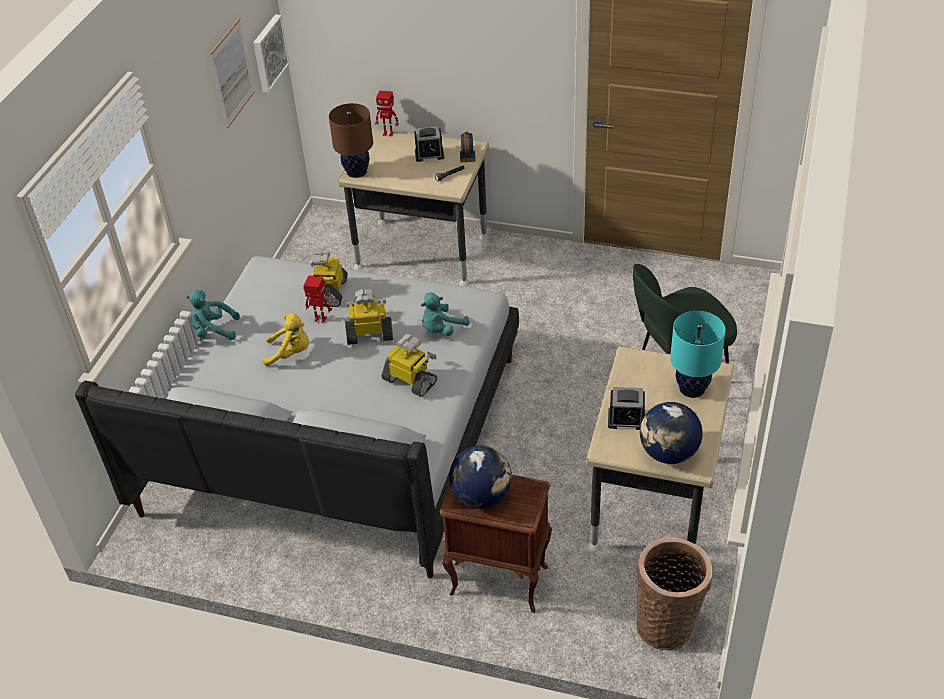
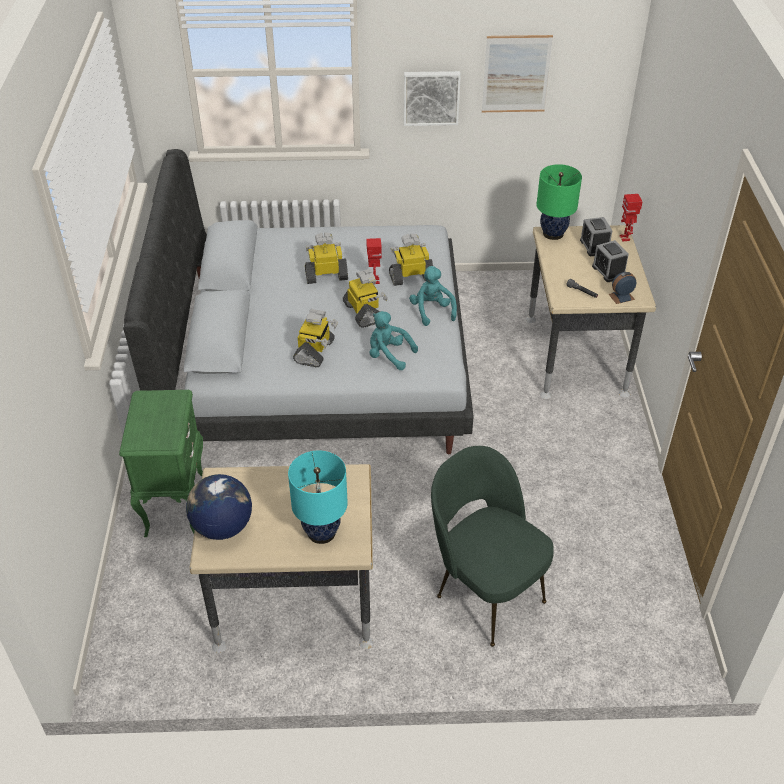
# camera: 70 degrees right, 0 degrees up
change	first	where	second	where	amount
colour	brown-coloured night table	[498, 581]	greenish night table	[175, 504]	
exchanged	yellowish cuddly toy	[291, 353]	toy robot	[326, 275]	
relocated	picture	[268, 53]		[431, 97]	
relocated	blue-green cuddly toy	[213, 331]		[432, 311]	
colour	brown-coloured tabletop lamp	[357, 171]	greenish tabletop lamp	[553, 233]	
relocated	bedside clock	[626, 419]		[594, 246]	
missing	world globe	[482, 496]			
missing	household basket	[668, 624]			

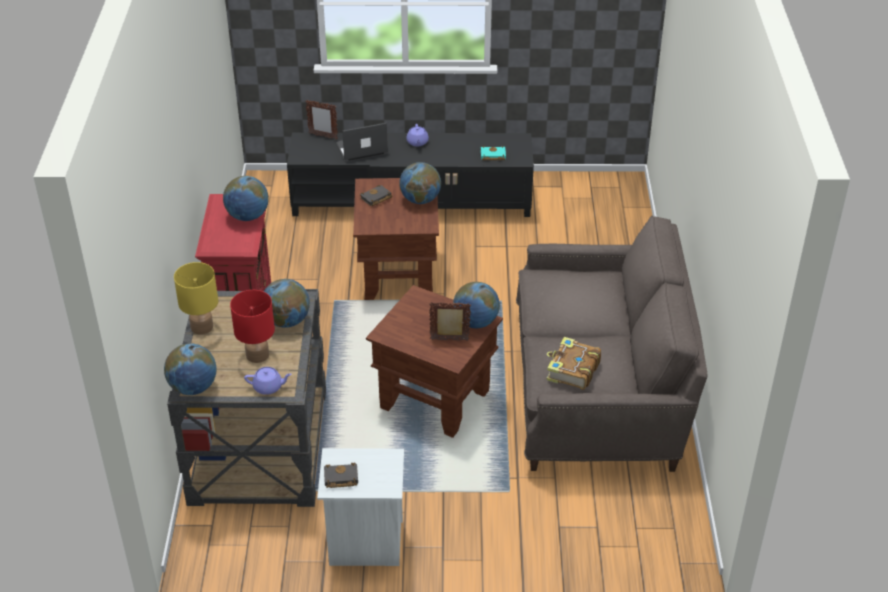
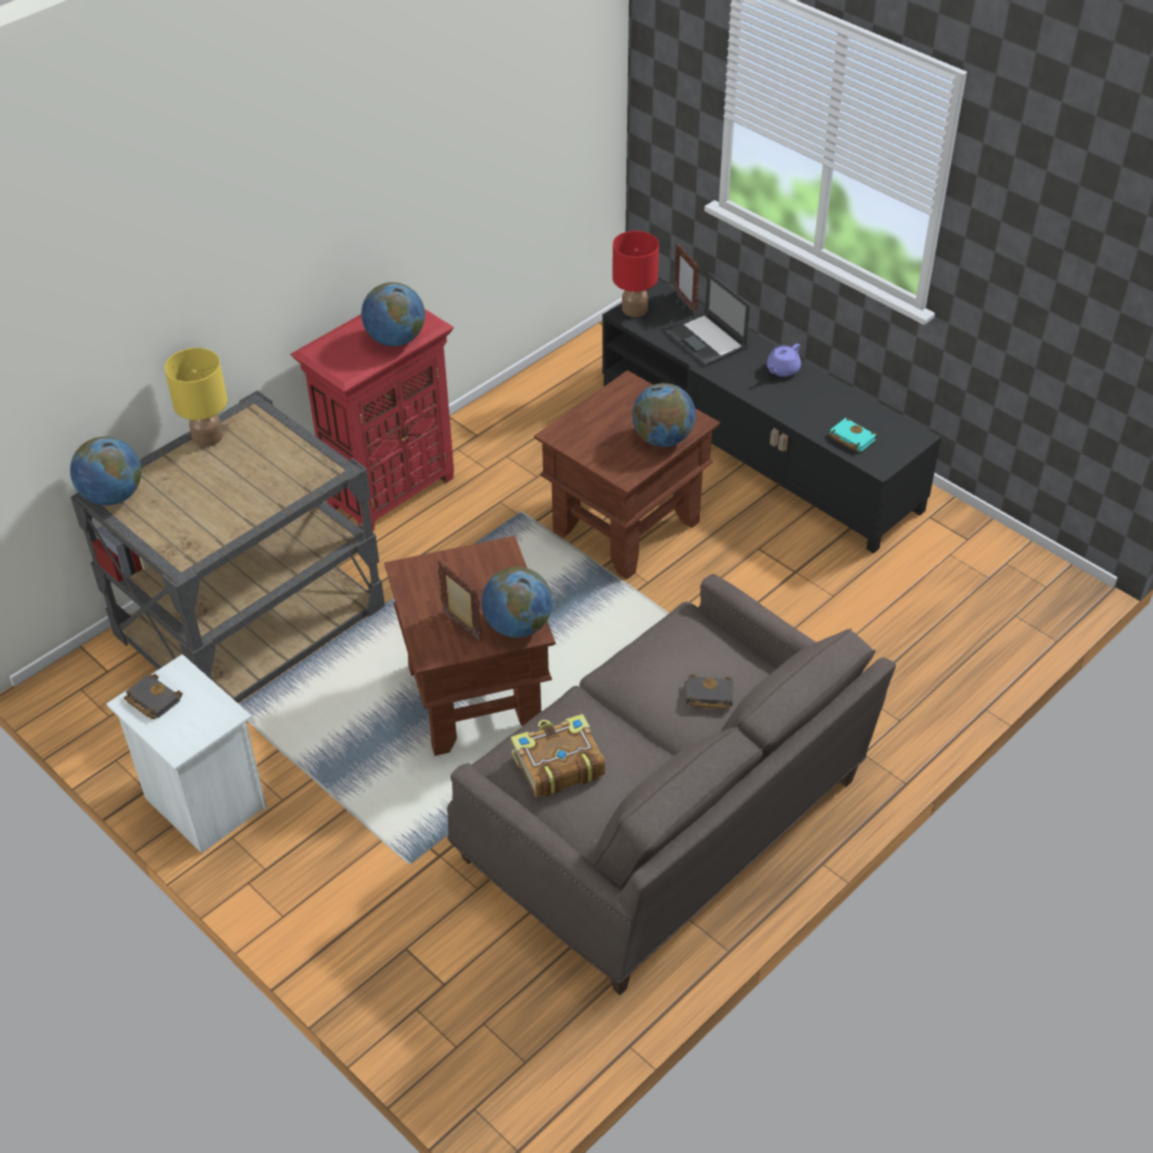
# camera: 45 degrees right, 5 degrees up
change	first	where	second	where	amount
relocated	reddish tabletop lamp	[257, 355]		[634, 310]	
spun	portable computer	[360, 148]		[707, 341]	150 degrees counterclockwise
relocated	black-coloured book	[376, 198]		[708, 696]	
missing	purple-coloured teapot	[268, 387]			
missing	world globe	[287, 321]			

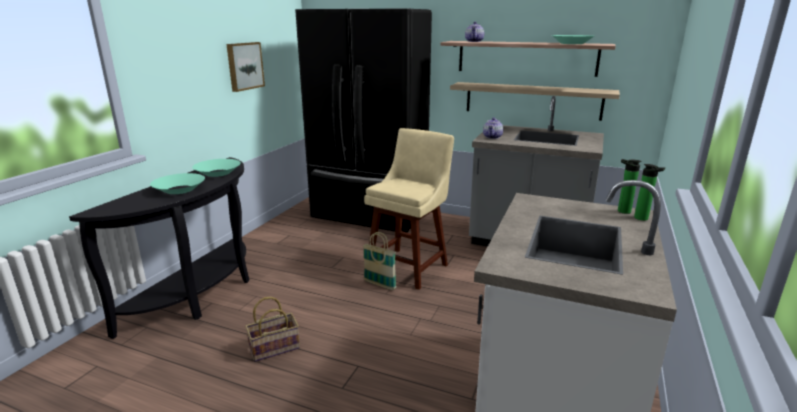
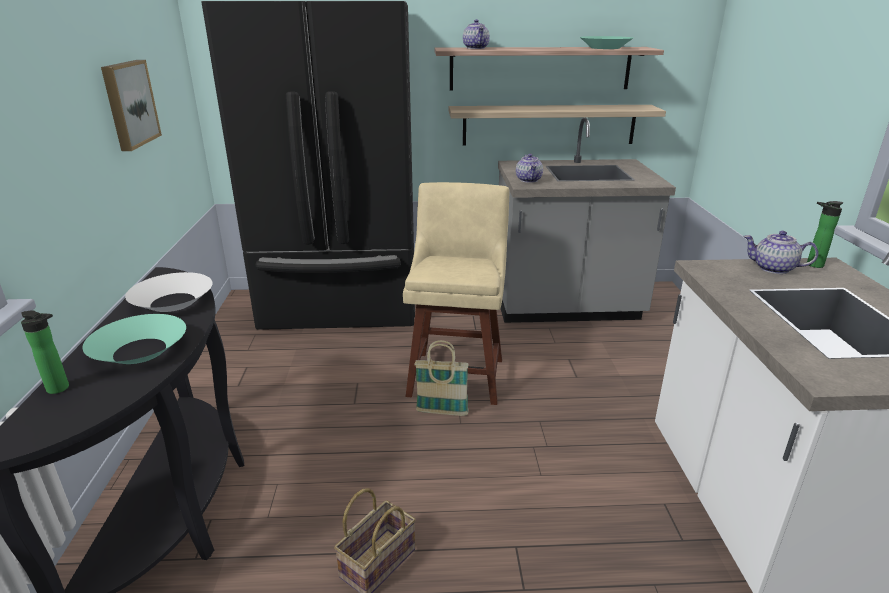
# camera: 25 degrees left, 5 degrees up
change	first	where	second	where	amount
relocated	drink bottle	[643, 218]		[60, 389]	
colour	blue-green bowl	[217, 173]	white-coloured bowl	[172, 302]	
appeared			teapot	[773, 268]	

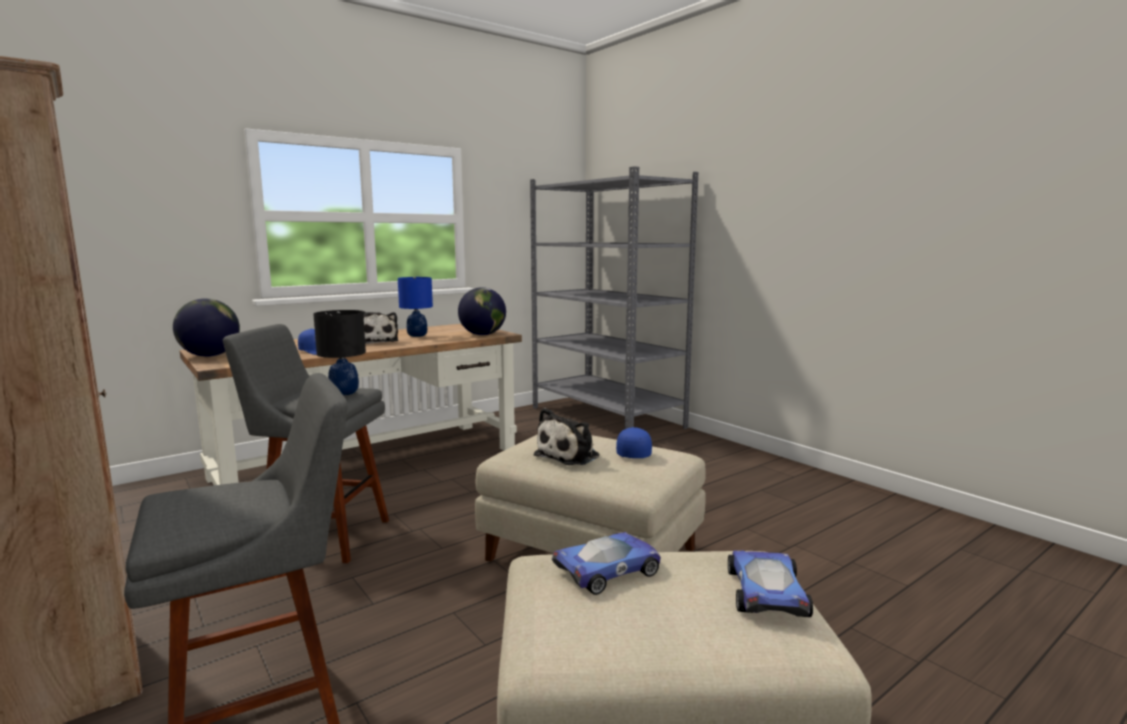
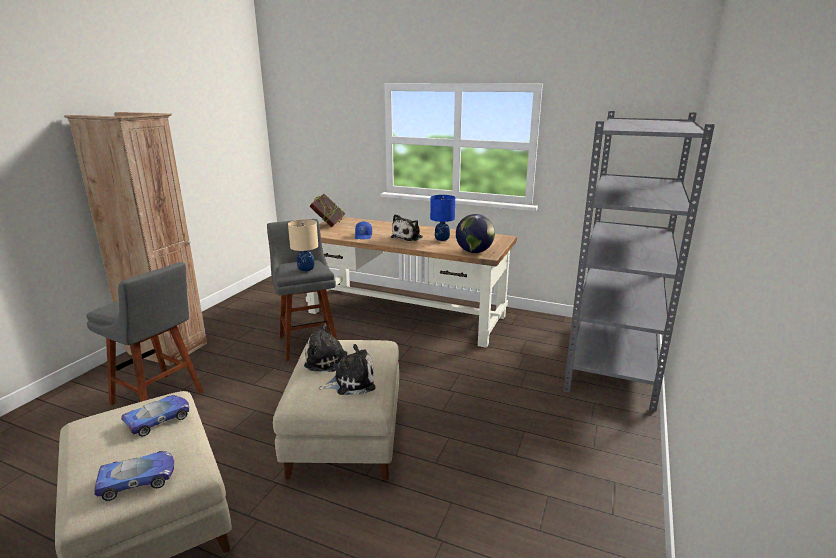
# camera: 60 degrees right, 10 degrees up
change	first	where	second	where	amount
spun	model car	[608, 570]		[159, 419]	75 degrees counterclockwise
colour	black-coloured tabletop lamp	[345, 393]	beige tabletop lamp	[306, 270]	
exchanged	world globe	[210, 356]	book	[328, 224]	
exchanged	blue-coloured cap	[633, 453]	cuddly toy	[351, 382]	

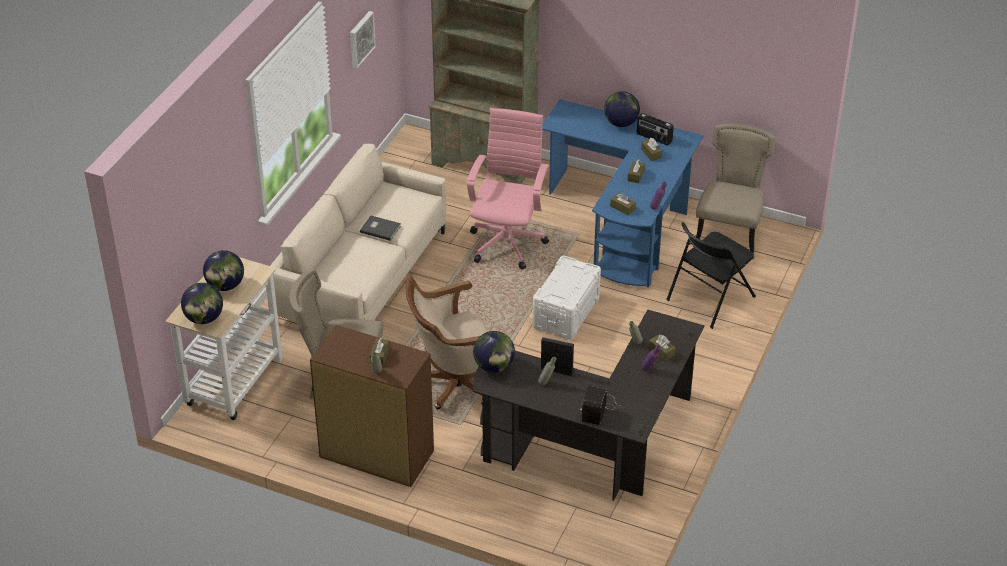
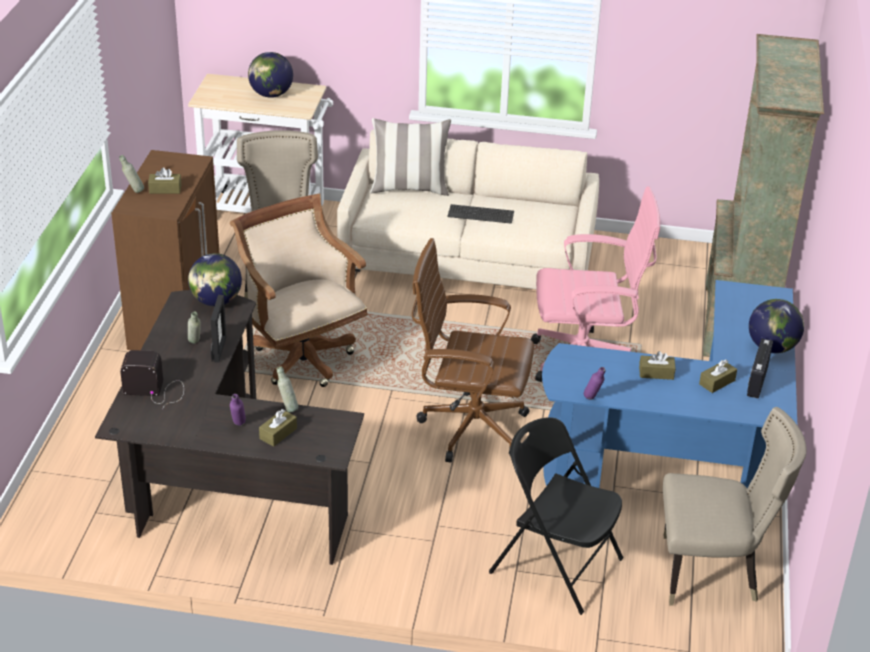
# camera: 75 degrees right, 5 degrees down
change	first	where	second	where	amount
appeared			cushion	[409, 188]	
exchanged	white-coloured storage bin	[565, 312]	brown-coloured office chair	[468, 428]	
exchanged	grey book	[380, 228]	PC keyboard	[480, 214]	
missing	world globe	[204, 318]			
missing	picture	[360, 39]			
missing	brown-coloured tissue box	[622, 208]			

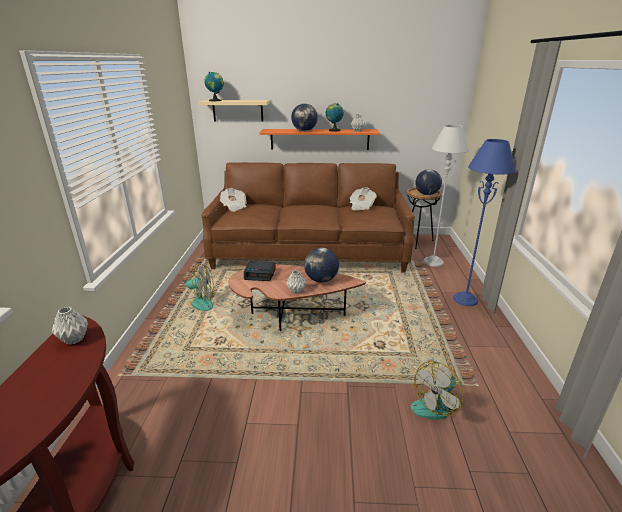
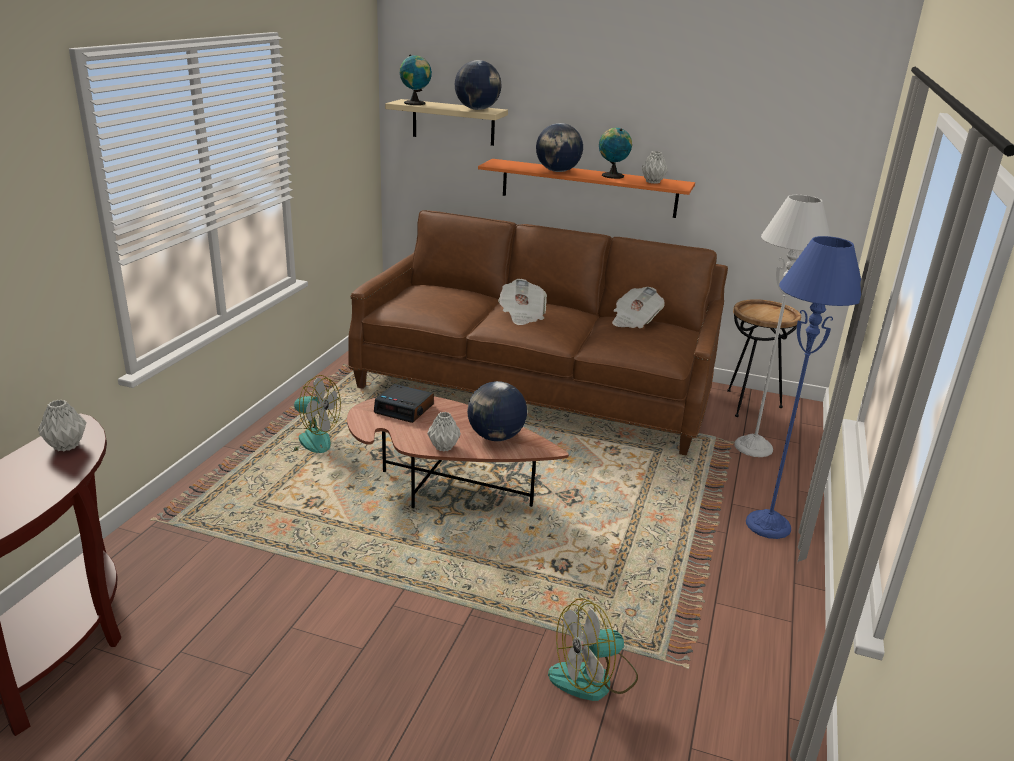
# camera: 15 degrees right, 0 degrees up
change	first	where	second	where	amount
relocated	world globe	[426, 194]		[477, 109]	
relocated	newspaper	[234, 207]		[522, 315]	

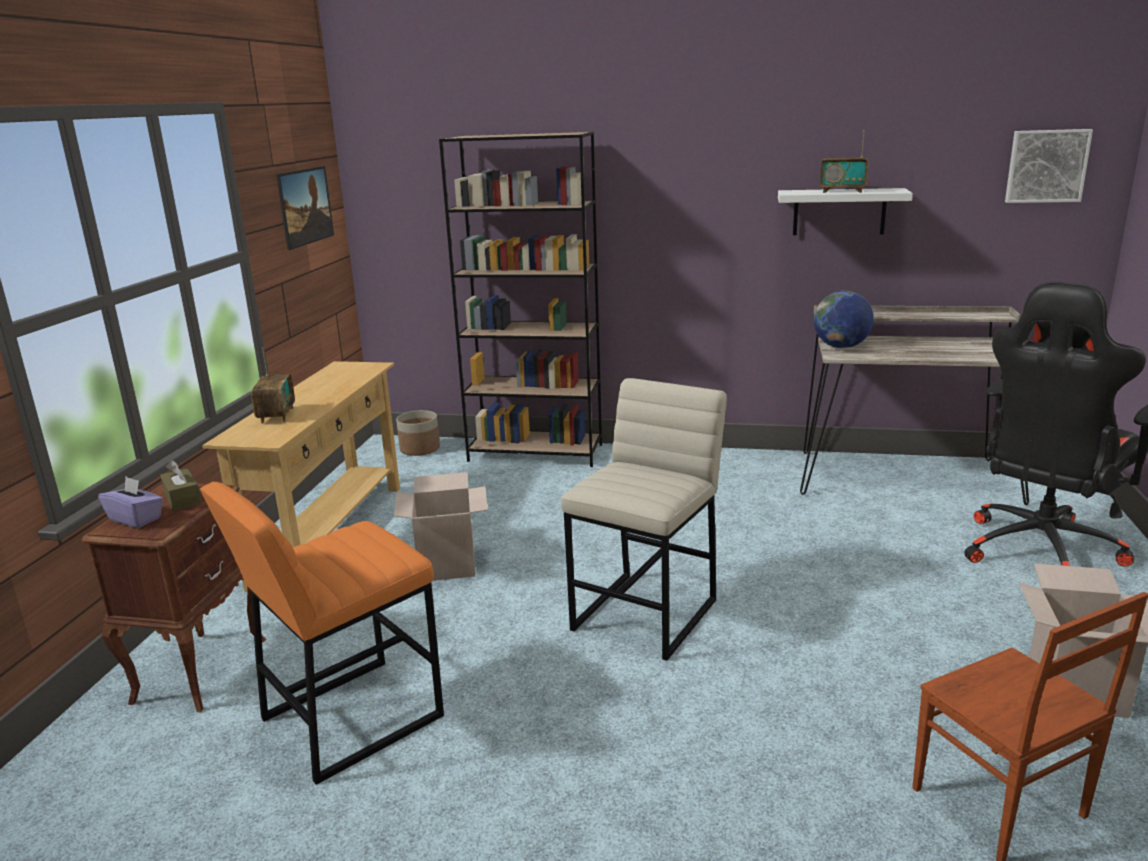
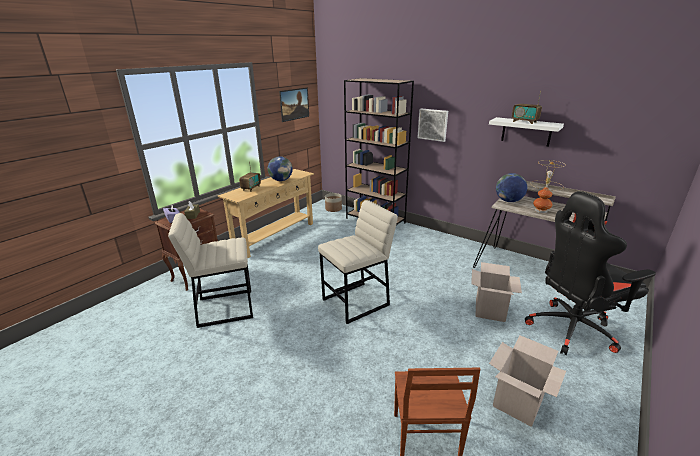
# camera: 25 degrees right, 5 degrees up
change	first	where	second	where	amount
colour	orange upright chair	[348, 719]	beige upright chair	[223, 308]	
appeared			world globe	[281, 180]	
relocated	picture	[1046, 166]		[433, 124]	
relocated	cardboard box	[447, 564]		[490, 310]	
appeared			tabletop lamp	[541, 210]	

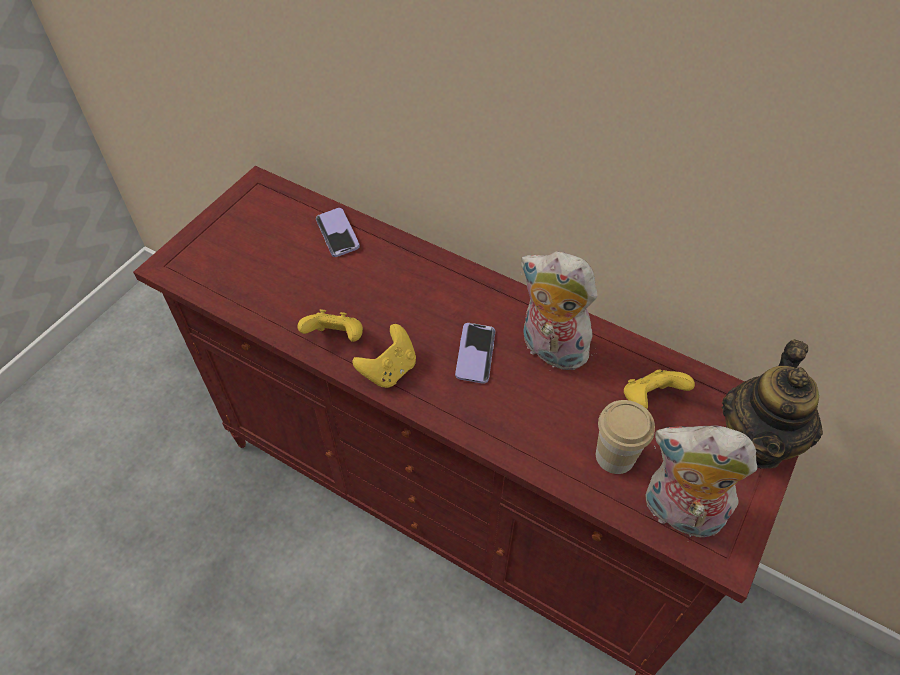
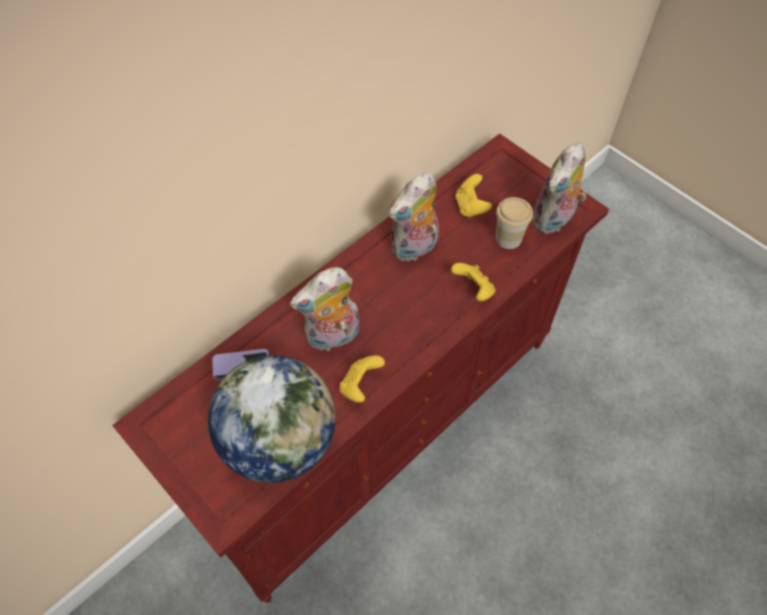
# camera: 75 degrees left, 5 degrees up
change	first	where	second	where	amount
appeared			world globe	[280, 441]	
appeared			cuddly toy	[332, 337]	
relocated	yellowish joypad	[389, 370]		[473, 290]	
missing	handset	[475, 354]			
missing	teapot	[756, 440]			

